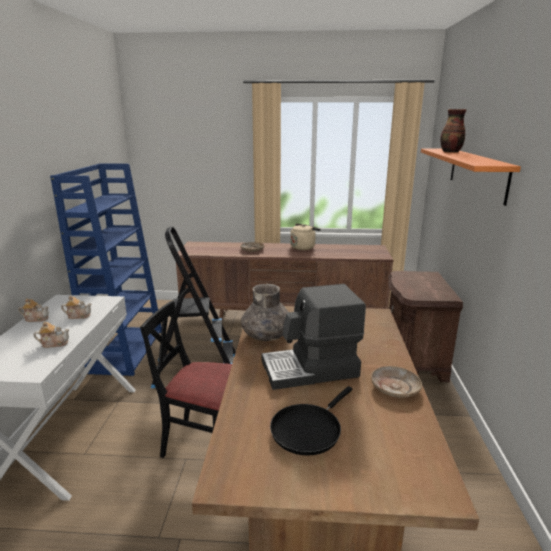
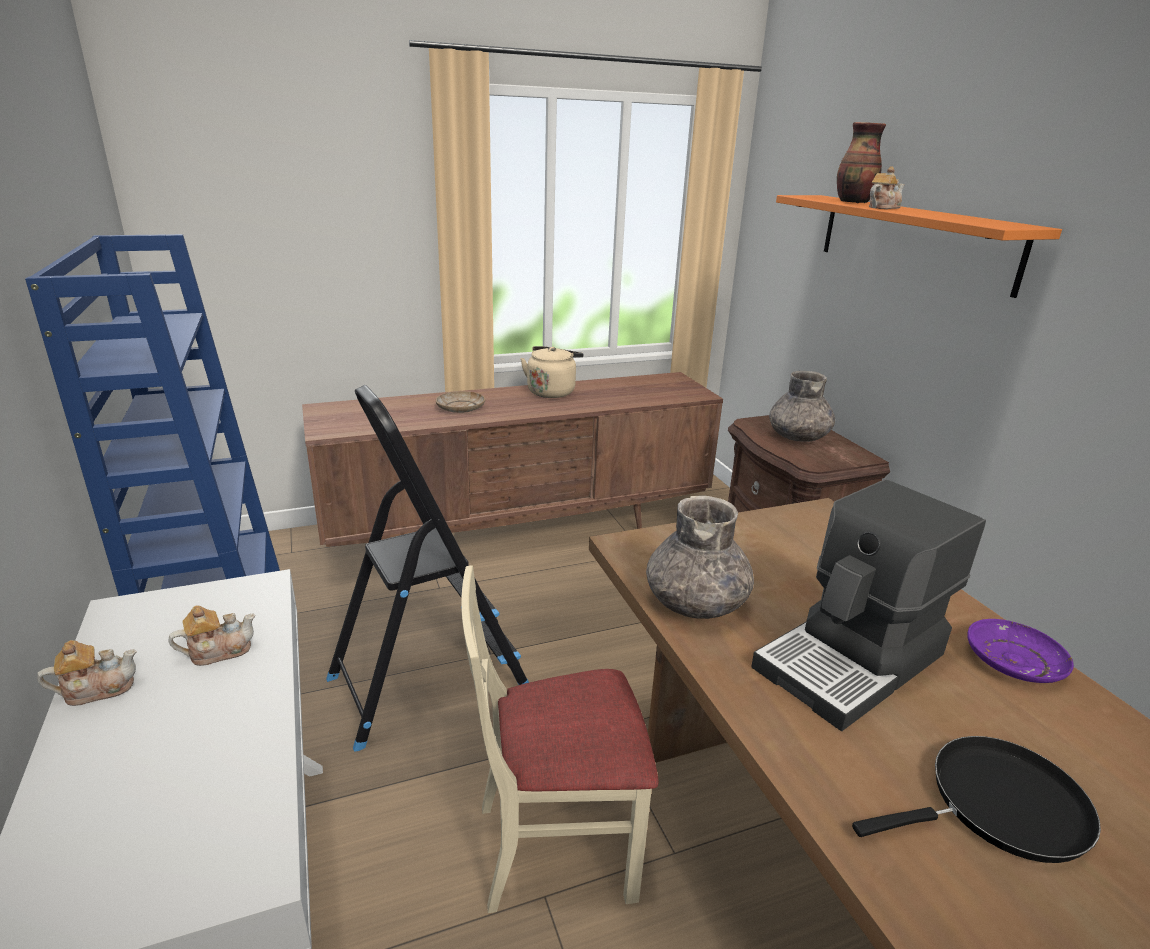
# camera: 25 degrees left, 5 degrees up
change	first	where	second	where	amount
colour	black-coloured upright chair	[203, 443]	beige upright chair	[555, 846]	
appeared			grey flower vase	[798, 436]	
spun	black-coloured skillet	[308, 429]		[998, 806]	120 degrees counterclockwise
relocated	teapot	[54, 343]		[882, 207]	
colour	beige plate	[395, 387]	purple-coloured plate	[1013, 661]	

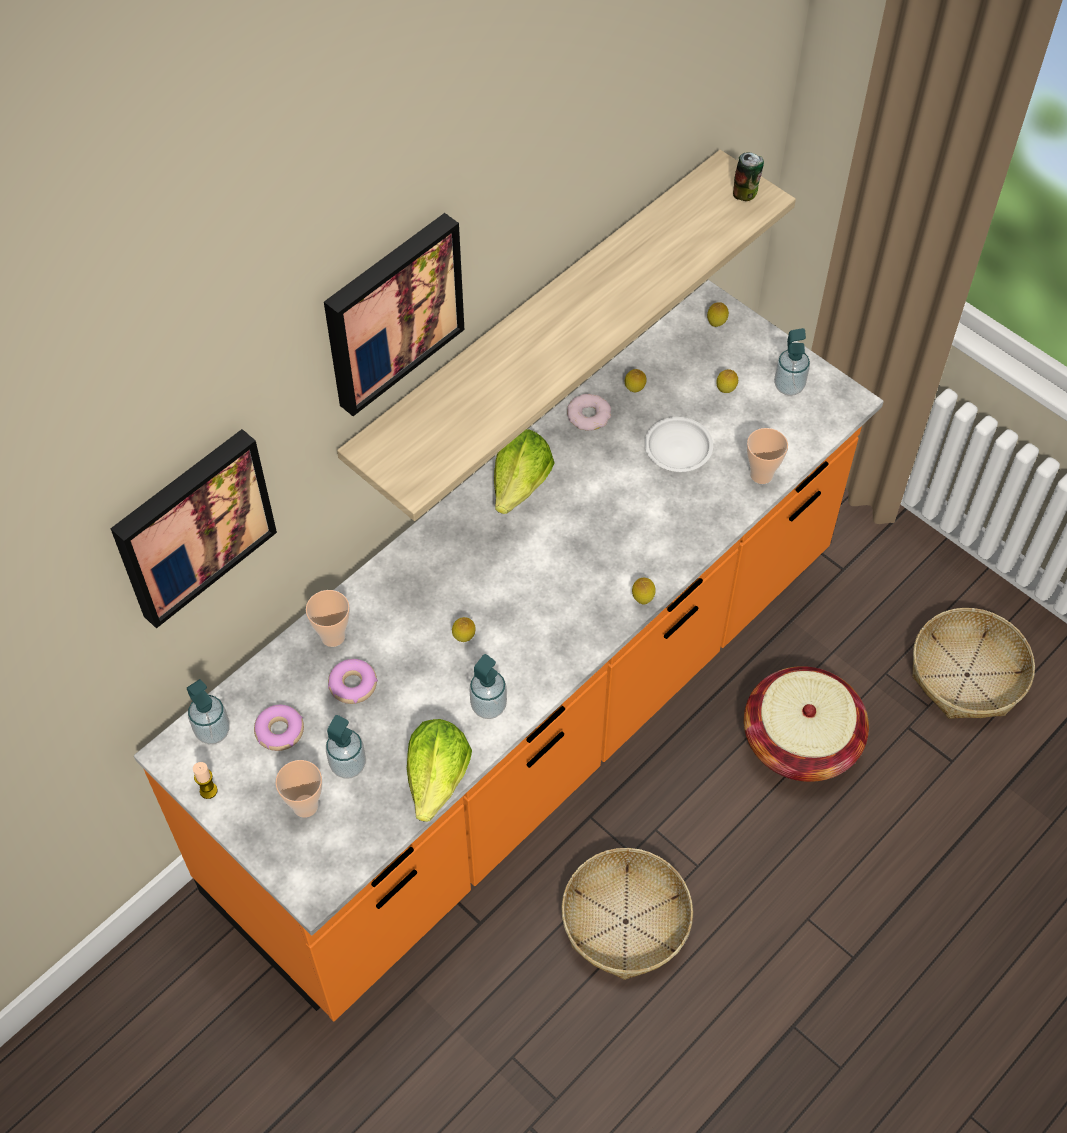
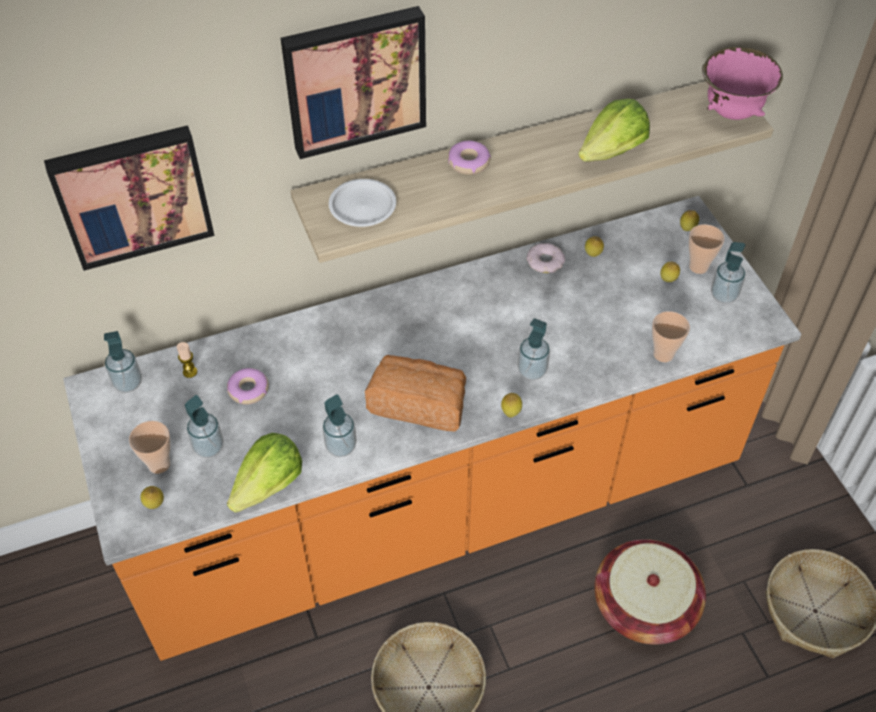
# camera: 25 degrees right, 5 degrees down
change	first	where	second	where	amount
relocated	citrus fruit	[464, 638]		[155, 505]	
relocated	candle	[208, 790]		[190, 372]	
relocated	white-coloured plate	[677, 448]		[362, 207]	
appeared			baked bread	[419, 404]	
relocated	doughnut	[279, 731]		[468, 163]	
appeared			liquid soap bottle	[532, 371]	
relocated	head of lettuce	[520, 485]		[612, 151]	
relocated	cup	[333, 636]		[698, 266]	
exchanged	can	[745, 193]	pinkish bowl	[731, 112]	

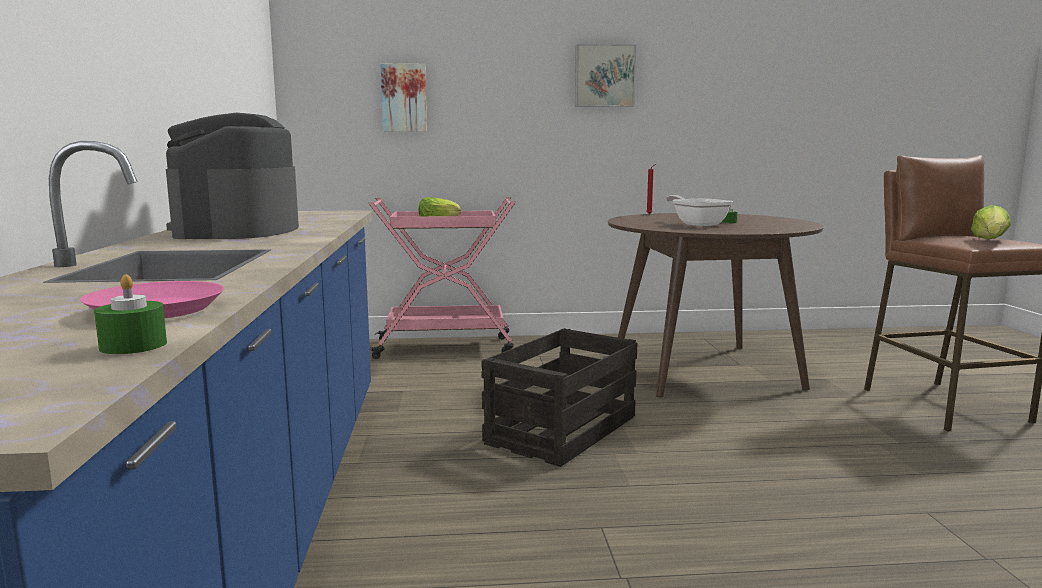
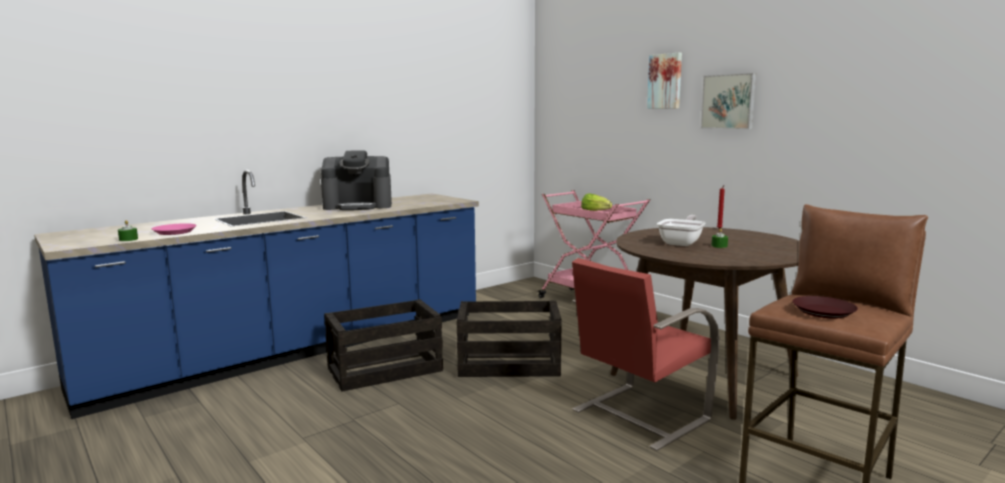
# camera: 55 degrees right, 0 degrees up
change	first	where	second	where	amount
spun	coffee maker	[237, 230]		[358, 206]	150 degrees counterclockwise
appeared			shipping crate	[385, 369]	
appeared			reddish upright chair	[638, 415]	
relocated	picture	[404, 98]		[665, 81]	
exchanged	head of lettuce	[989, 240]	brown-coloured plate	[824, 312]	

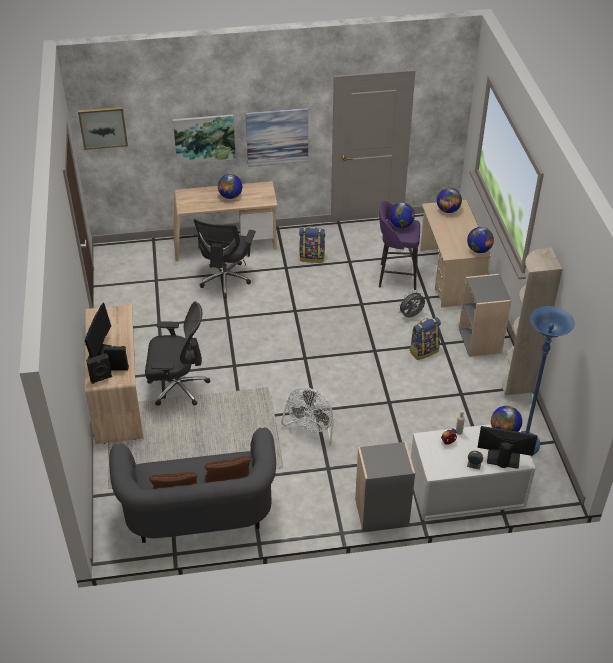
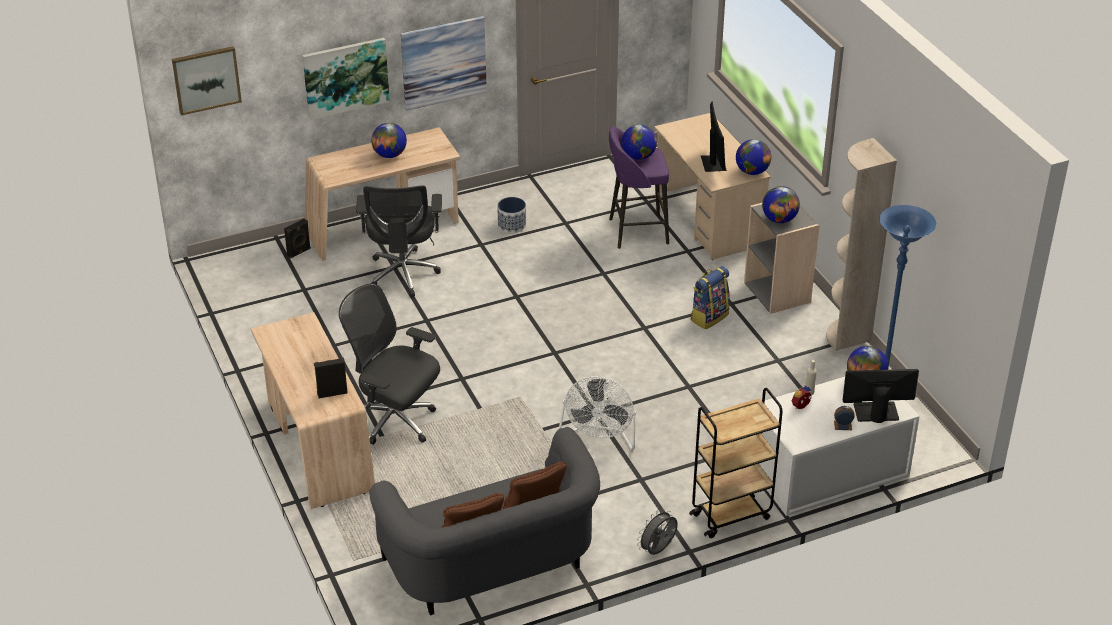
# camera: 15 degrees left, 5 degrees down
change	first	where	second	where	amount
relocated	black-coloured audio speaker	[101, 379]		[299, 253]	
spun	office chair	[177, 388]		[395, 420]	135 degrees counterclockwise
exchanged	backpack	[312, 257]	flower pot	[512, 225]	
relocated	grey cooling fan	[411, 316]		[658, 550]	
exchanged	grey bookshelf	[381, 512]	brown-coloured wheeled cart	[730, 518]	
relocated	computer display	[100, 352]		[713, 164]	
relocated	world globe	[448, 210]		[779, 219]	

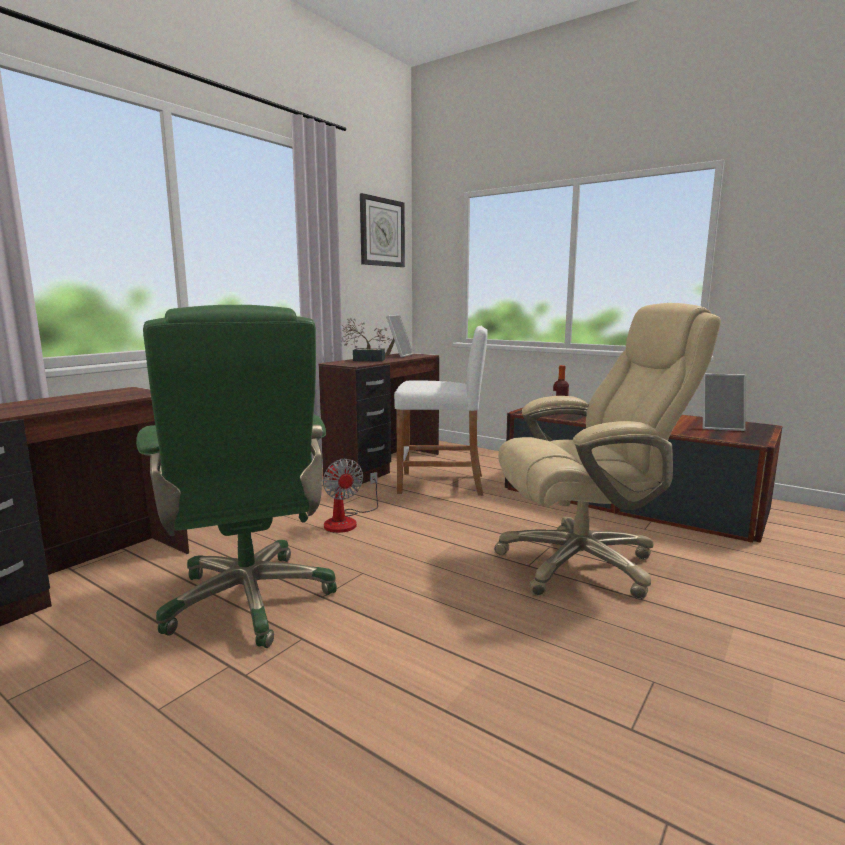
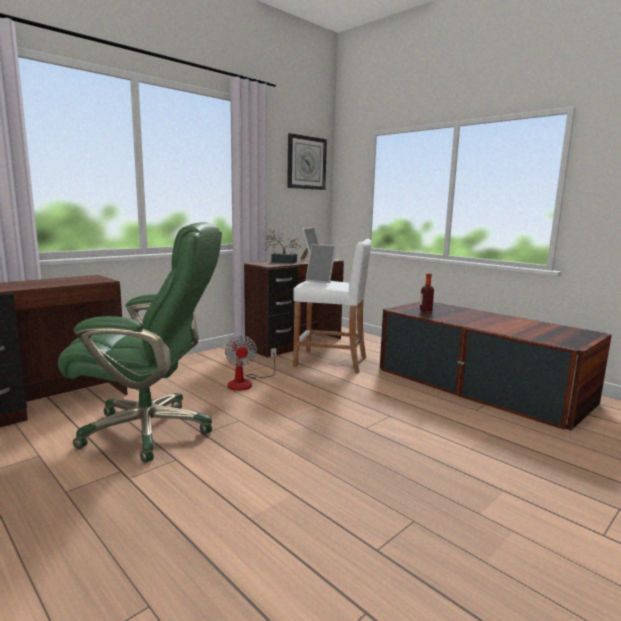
# camera: 10 degrees right, 0 degrees up
change	first	where	second	where	amount
spun	greenish office chair	[248, 604]		[151, 433]	75 degrees counterclockwise
relocated	picture frame	[720, 427]		[321, 281]	
missing	beige office chair	[584, 566]			

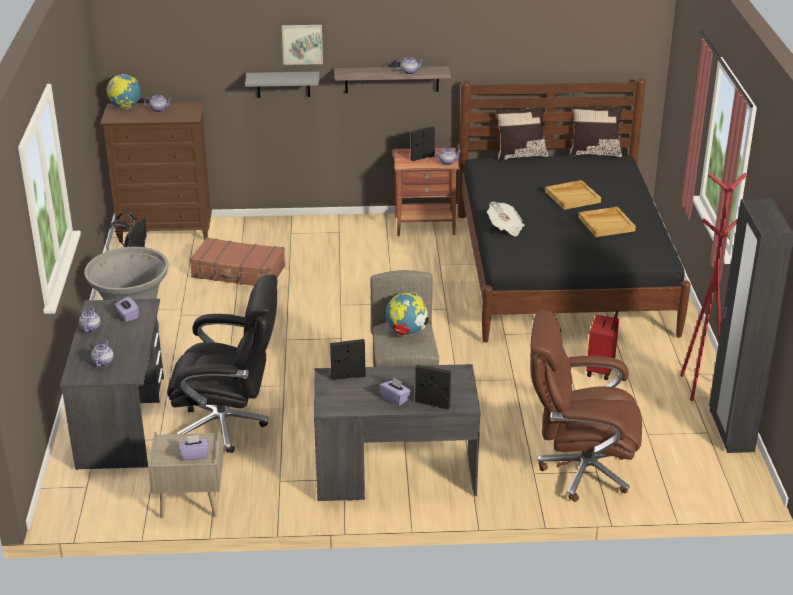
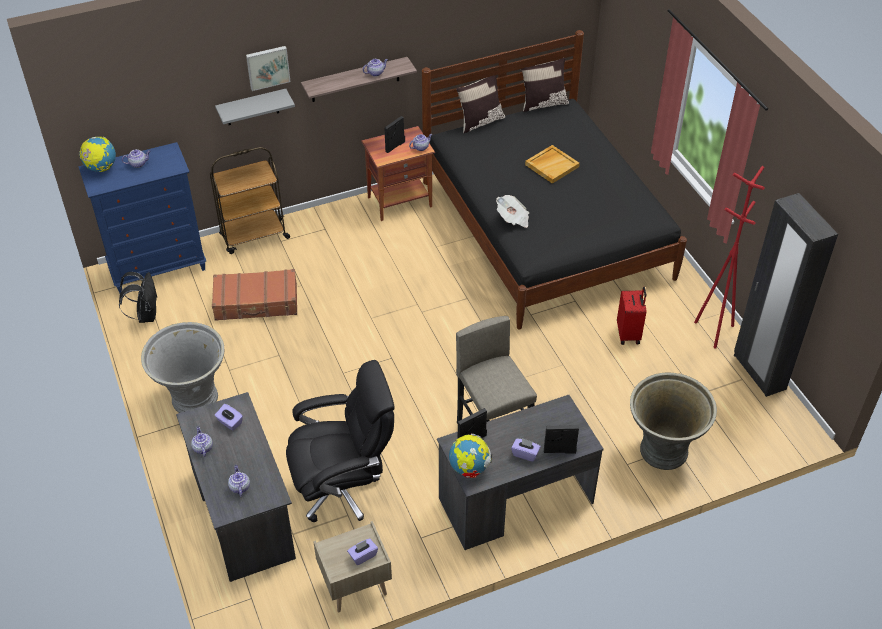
# camera: 20 degrees left, 15 degrees up
change	first	where	second	where	amount
colour	brown-coloured dresser	[166, 231]	blue-coloured dresser	[158, 268]	
appeared			brown-coloured wheeled cart	[254, 237]	
relocated	world globe	[406, 332]		[469, 468]	
exchanged	brown-coloured office chair	[579, 471]	grey flower pot	[662, 451]	
missing	beige carrying tray	[606, 224]			

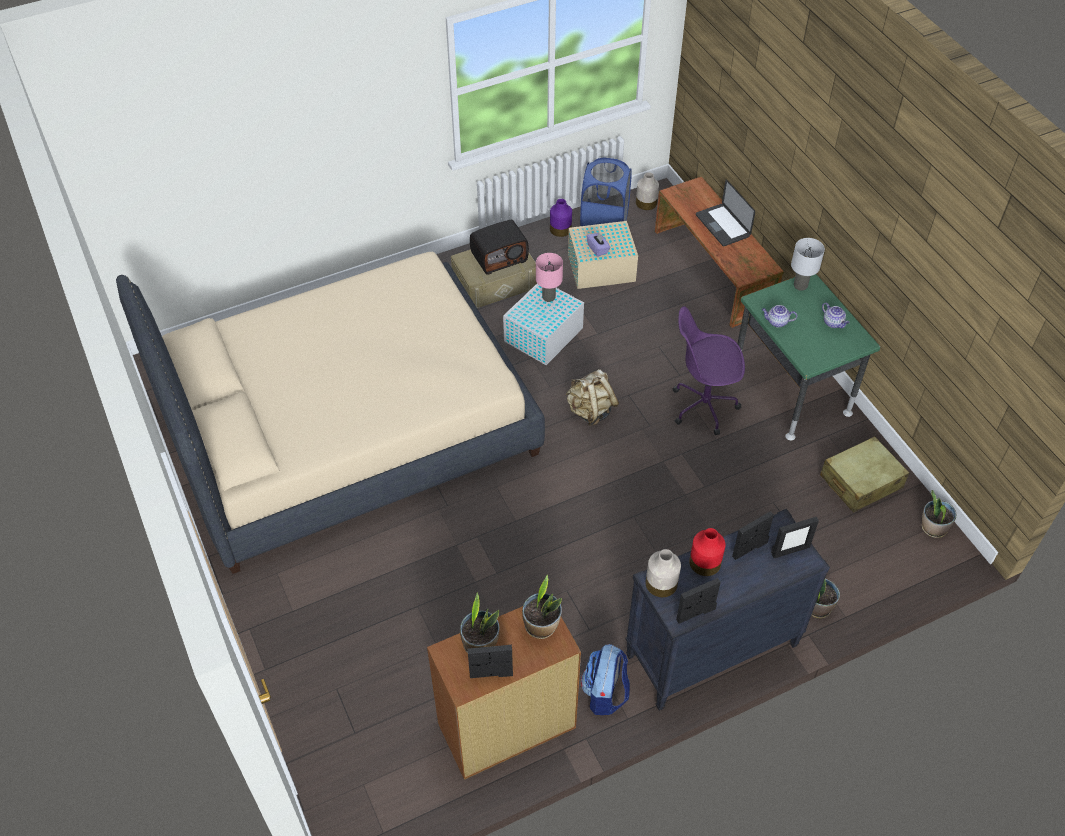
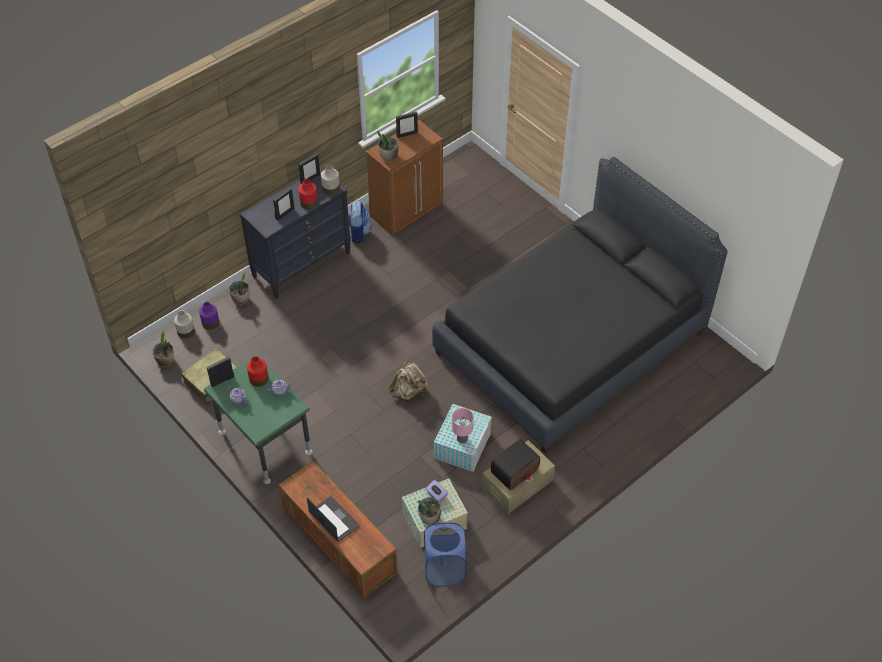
# camera: 165 degrees right, 0 degrees up
change	first	where	second	where	amount
relocated	beige flower vase	[646, 203]		[185, 331]	
relocated	purple-coloured flower vase	[560, 229]		[210, 322]	
relocated	picture frame	[790, 550]		[222, 381]	
appeared			reddish flower vase	[259, 378]	
relocated	potted plant	[480, 644]		[430, 518]	
colour	beige bed	[348, 429]	black-coloured bed	[571, 343]	
missing	purple-coloured office chair	[701, 407]			
missing	white-coloured tabletop lamp	[799, 286]			

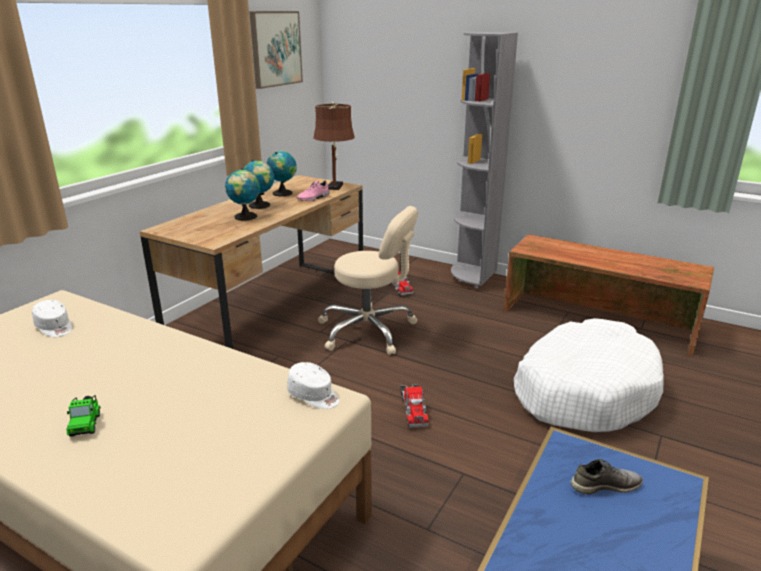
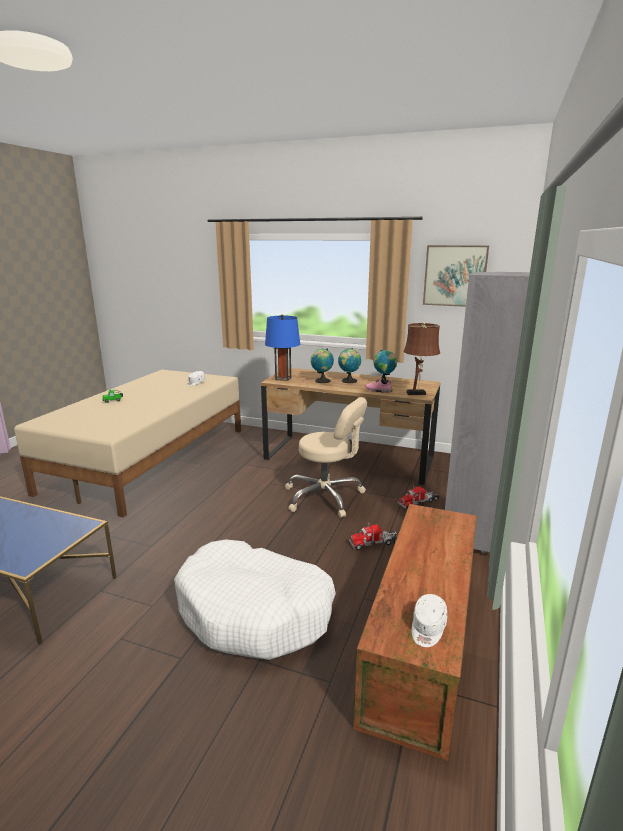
# camera: 80 degrees right, 5 degrees down
change	first	where	second	where	amount
appeared			blue-coloured tabletop lamp	[283, 378]	
spun	beige office chair	[371, 332]		[327, 498]	75 degrees counterclockwise
relocated	toy lorry	[413, 409]		[374, 543]	
relocated	white-coloured cap	[314, 396]		[427, 628]	
missing	grey item of footwear	[604, 485]			

